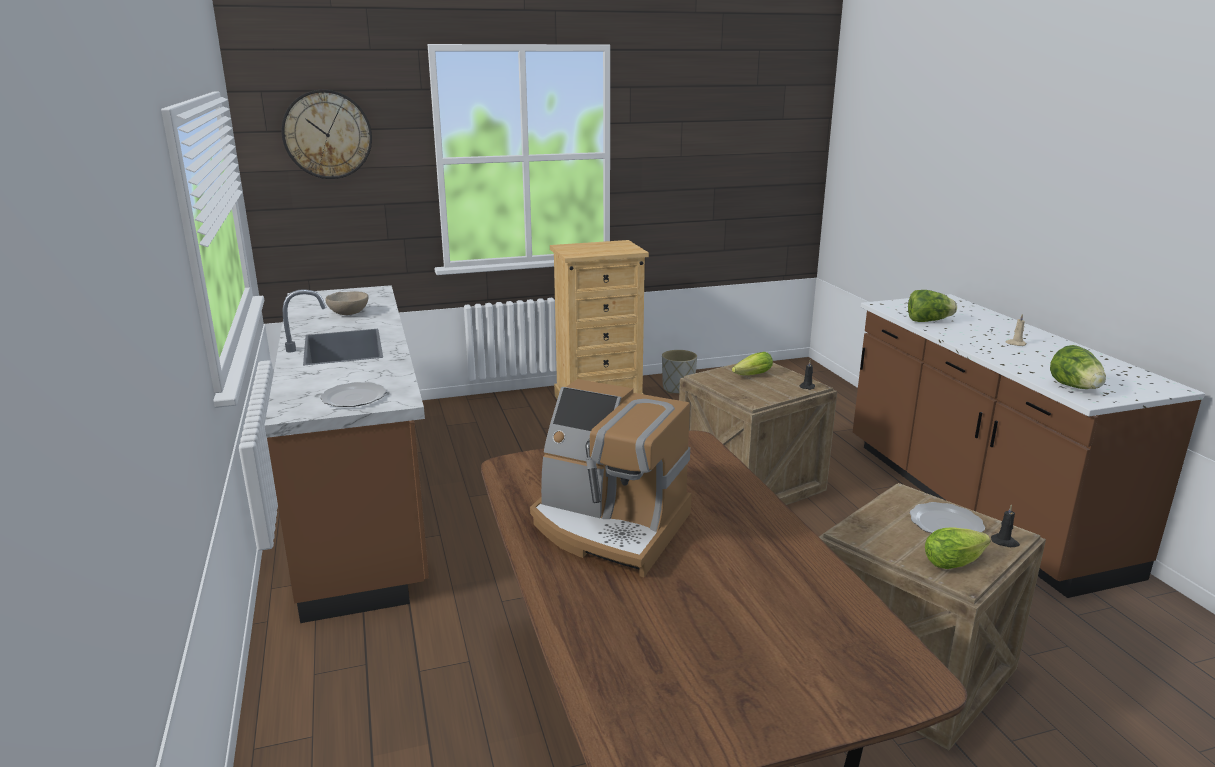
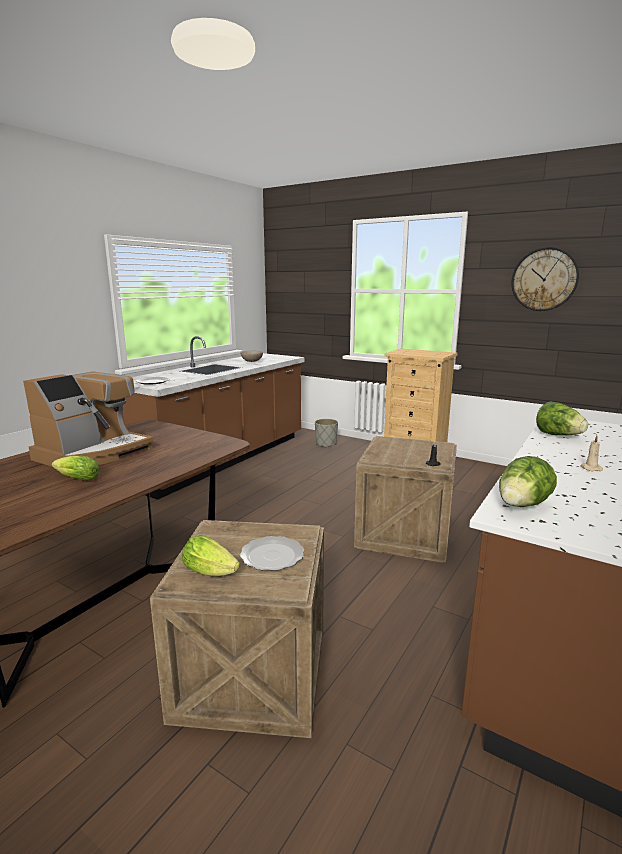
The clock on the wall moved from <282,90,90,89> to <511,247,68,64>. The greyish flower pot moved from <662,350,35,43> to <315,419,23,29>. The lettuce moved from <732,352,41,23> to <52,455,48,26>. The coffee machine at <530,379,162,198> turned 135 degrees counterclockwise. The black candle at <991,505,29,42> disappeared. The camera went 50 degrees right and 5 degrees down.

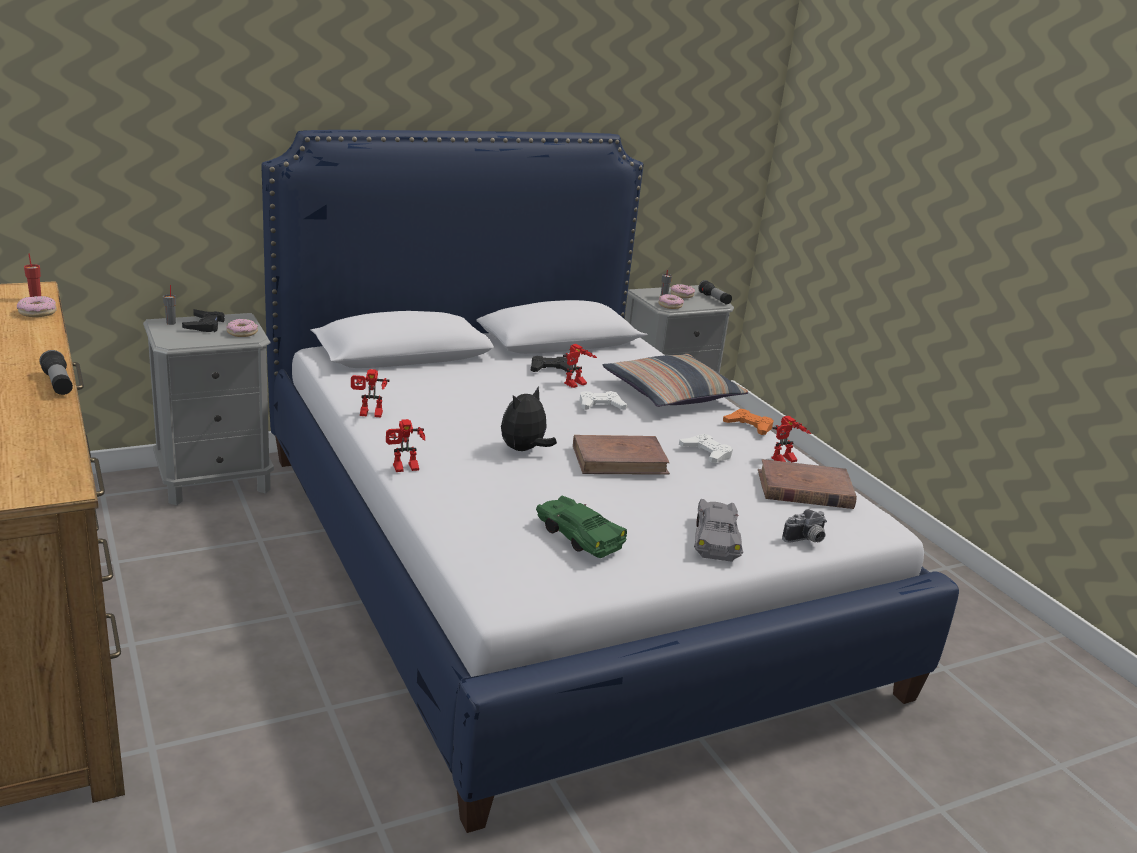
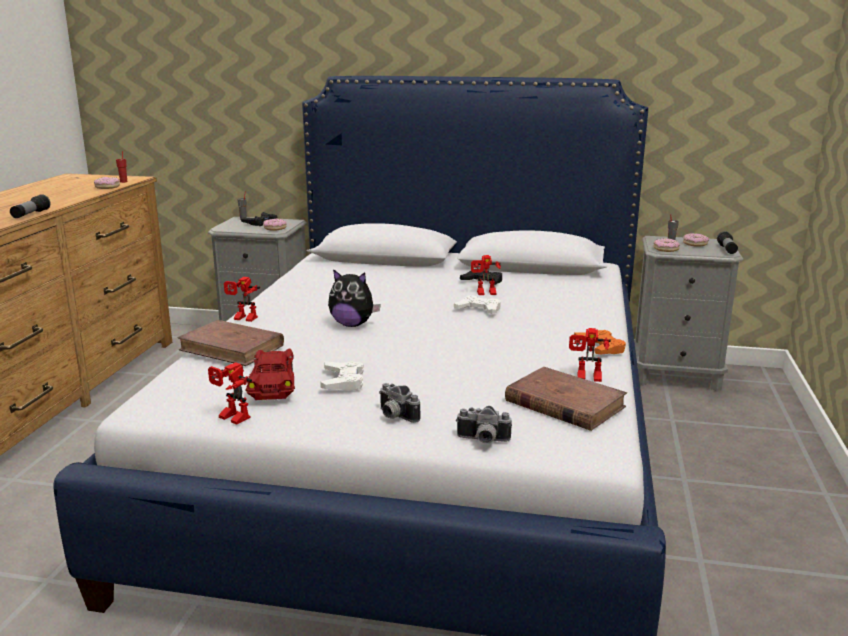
The throw pillow at <603,354,145,53> disappeared. The toy robot moved from <351,369,38,48> to <208,362,44,63>. The soft toy at <501,387,56,64> turned 150 degrees counterclockwise. The whitish gamepad moved from <679,434,54,29> to <320,361,44,29>. The brown volume moved from <573,435,97,40> to <177,320,107,46>. The greenish model car at <536,496,91,62> became the reddish model car at <245,349,50,51>. The greyish model car at <694,499,49,63> was replaced by the still camera at <379,383,41,40>. The camera went 40 degrees right and 5 degrees down.

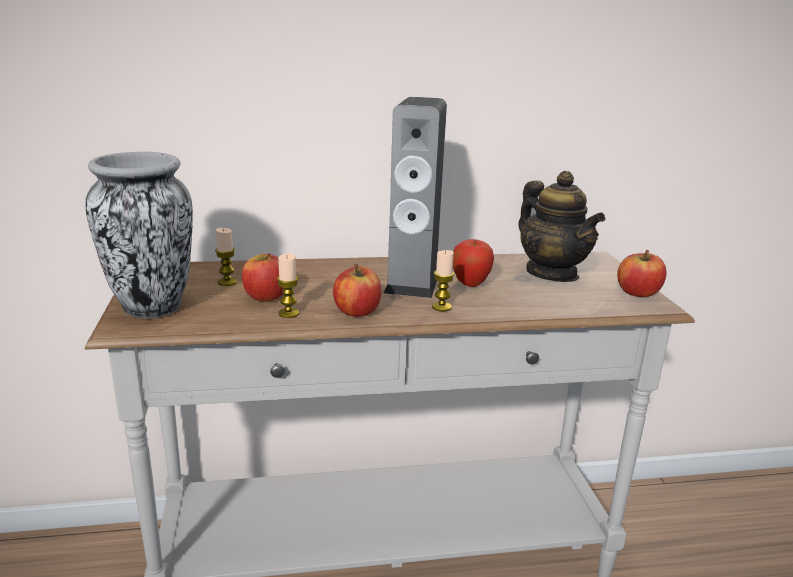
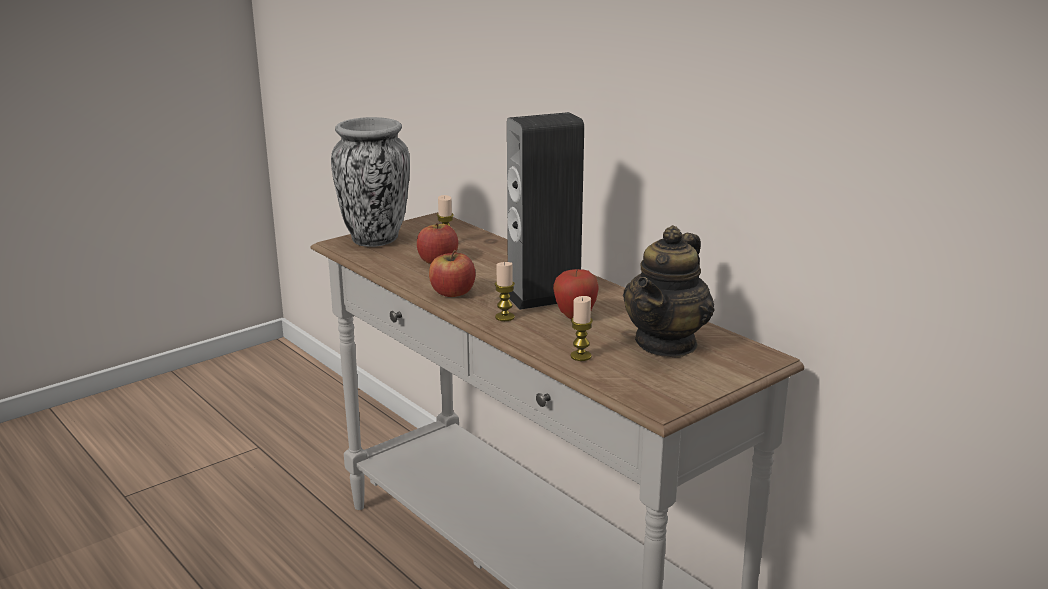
The whole apple at <617,250,50,47> disappeared. The candle moved from <277,253,22,65> to <570,296,23,65>. The camera went 60 degrees right and 0 degrees up.

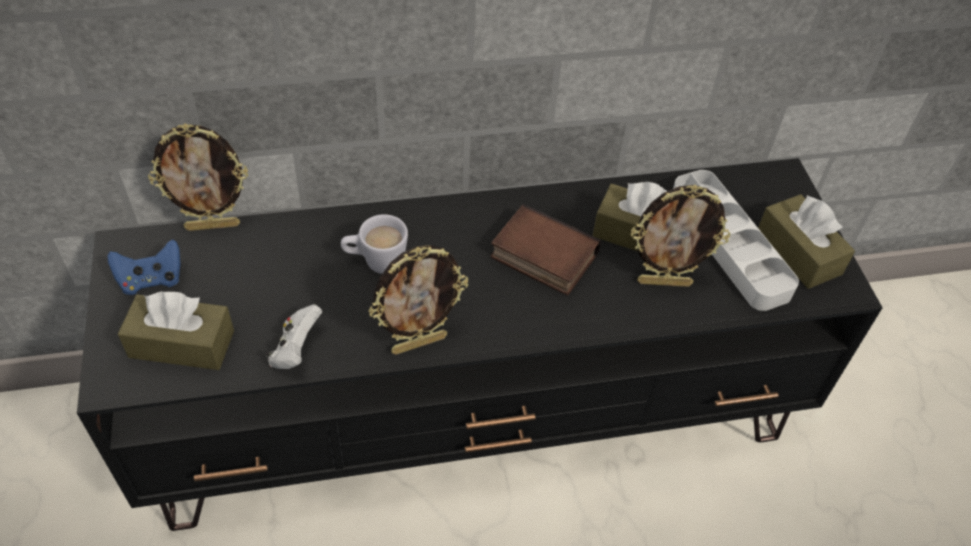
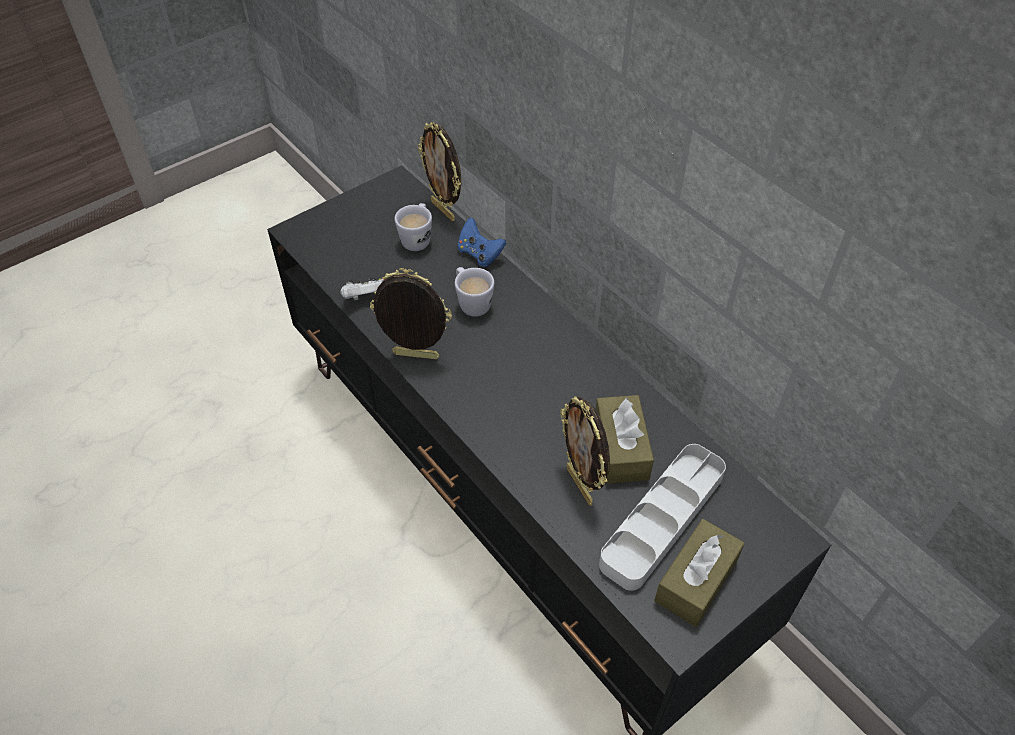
The volume at <490,204,110,91> disappeared. The bluish gamepad moved from <108,239,73,56> to <458,218,48,49>. The picture frame at <368,245,101,110> turned 150 degrees clockwise. The brown box of tissues at <118,291,116,79> disappeared. The whitish coffee mug at <395,203,37,48> appeared. The camera went 65 degrees right and 0 degrees up.

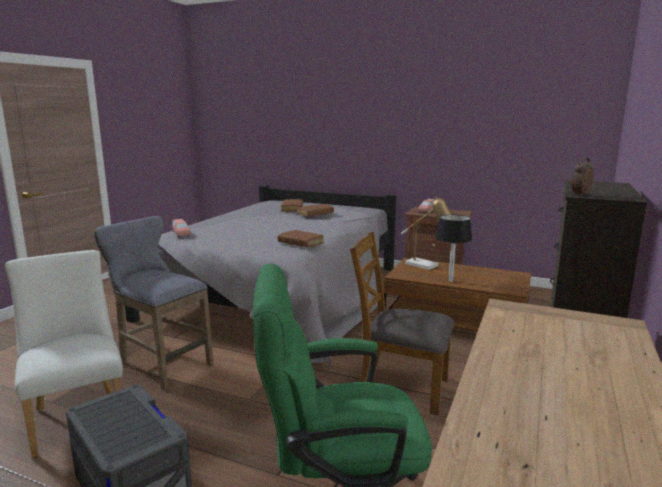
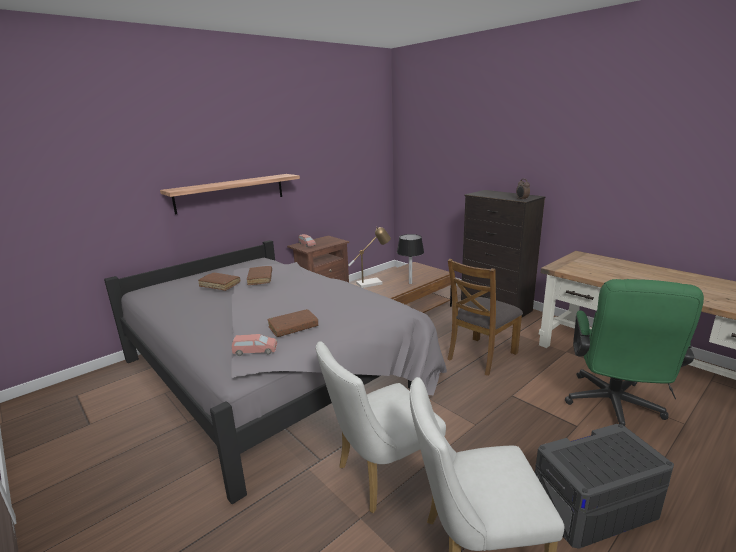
The greyish sitting stool at <94,216,120,174> was replaced by the whitish chair at <316,341,130,172>. The brown volume moved from <277,230,47,17> to <267,309,51,28>. The bracket shelf at <160,174,140,41> appeared. The camera went 65 degrees left and 5 degrees up.

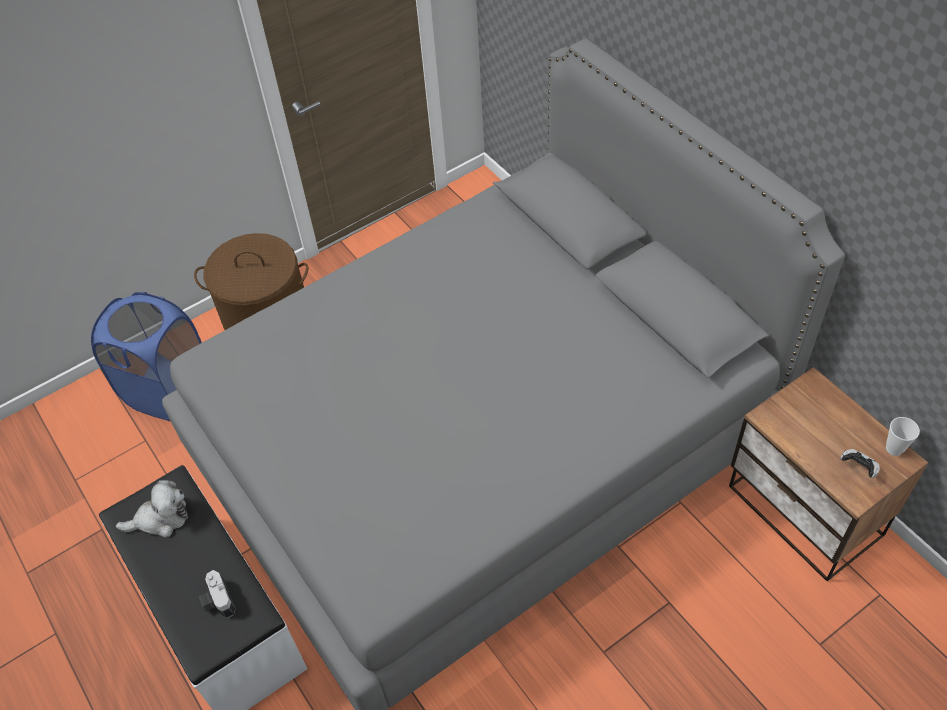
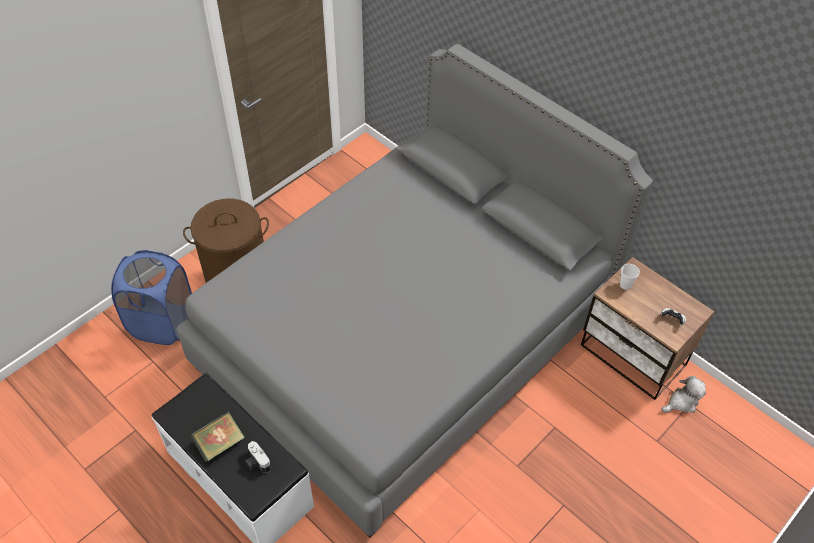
The cup moved from <886,417,34,39> to <620,264,20,26>. The soft toy moved from <116,480,72,58> to <661,376,45,37>. The volume at <190,412,55,50> appeared. The camera went 15 degrees left and 0 degrees up.

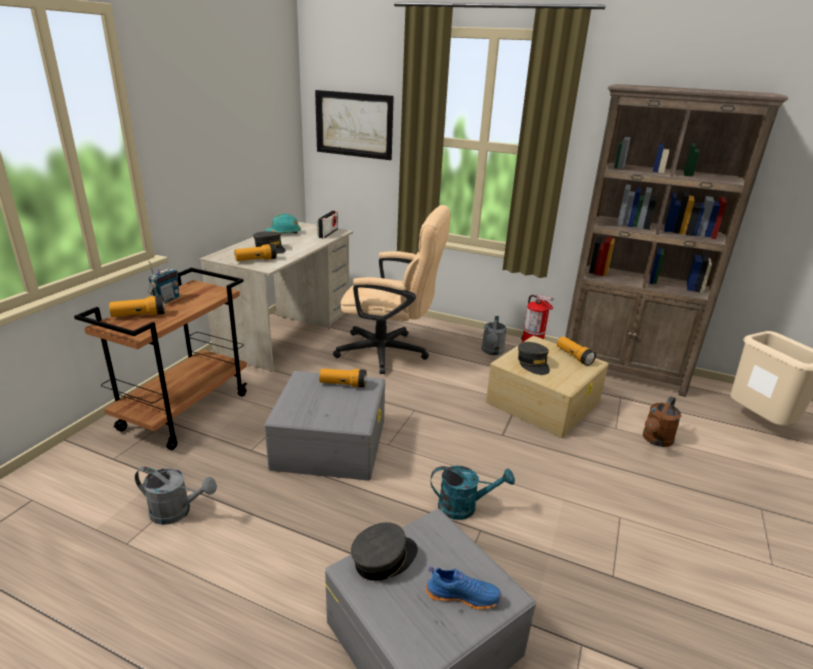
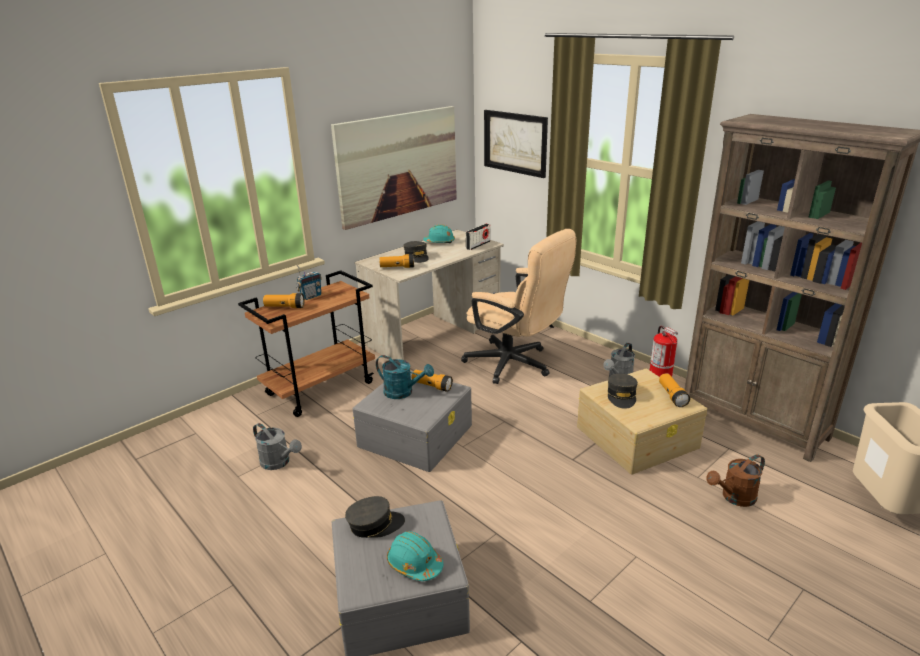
The turquoise watering can moved from <431,466,84,54> to <376,355,58,44>. The bluish low shoe at <426,567,76,43> was replaced by the turquoise safety helmet at <387,531,56,50>. The wall picture at <331,106,126,124> appeared. The camera went 25 degrees right and 0 degrees up.

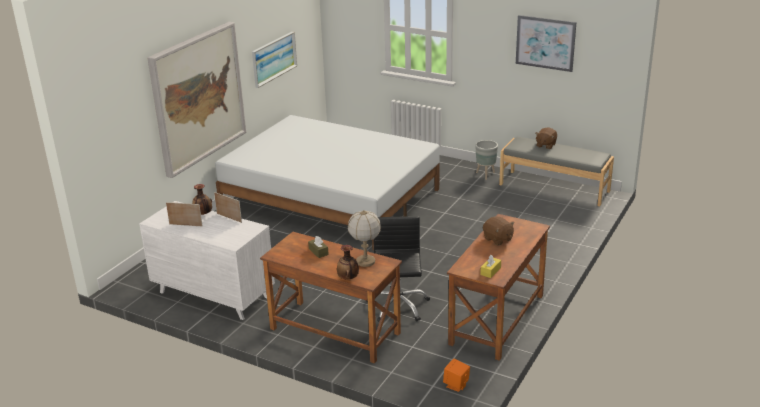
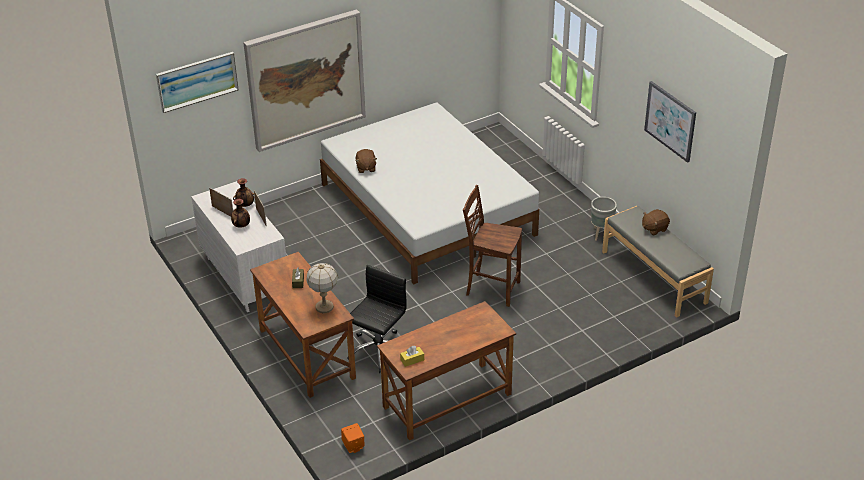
The wall picture moved from <252,32,45,56> to <156,52,83,61>. The brown soft toy moved from <483,216,31,30> to <356,149,21,24>. The vase moved from <337,245,22,35> to <231,199,19,29>. The brown chair at <463,185,59,122> appeared. The camera went 30 degrees right and 10 degrees up.

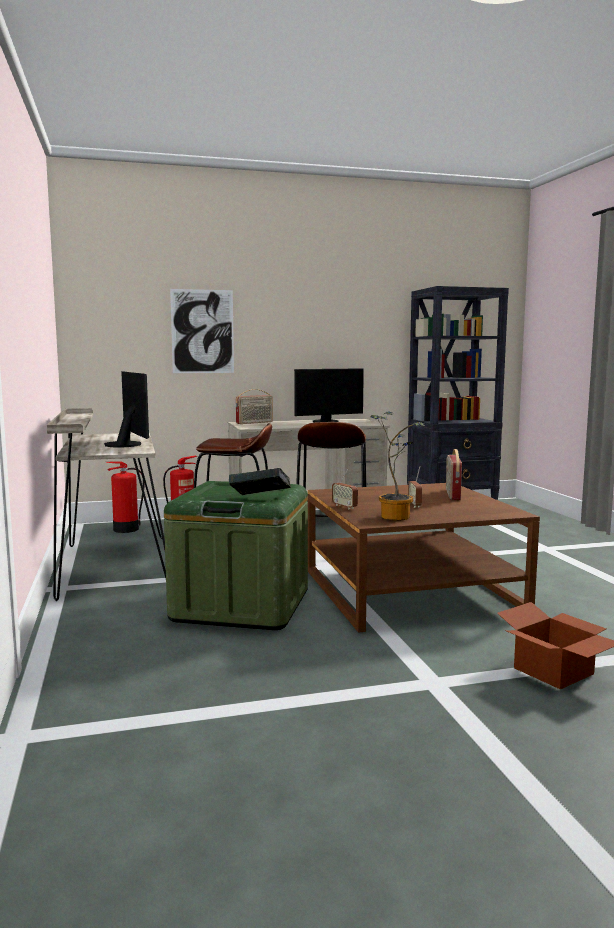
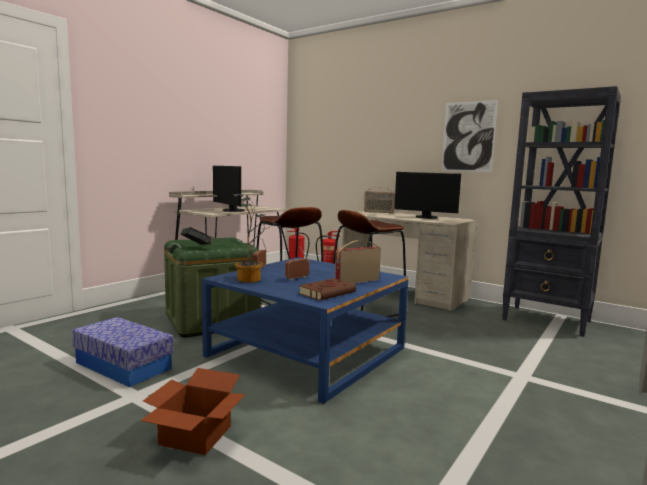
The wall picture moved from <170,289,64,84> to <441,100,57,72>. The monitor at <104,371,45,76> turned 120 degrees clockwise. The brown lounge table at <308,483,232,150> became the bluish lounge table at <202,257,207,147>. The brown volume at <299,278,57,22> appeared. The storage bin at <72,317,102,70> appeared. The camera went 50 degrees right and 0 degrees up.

